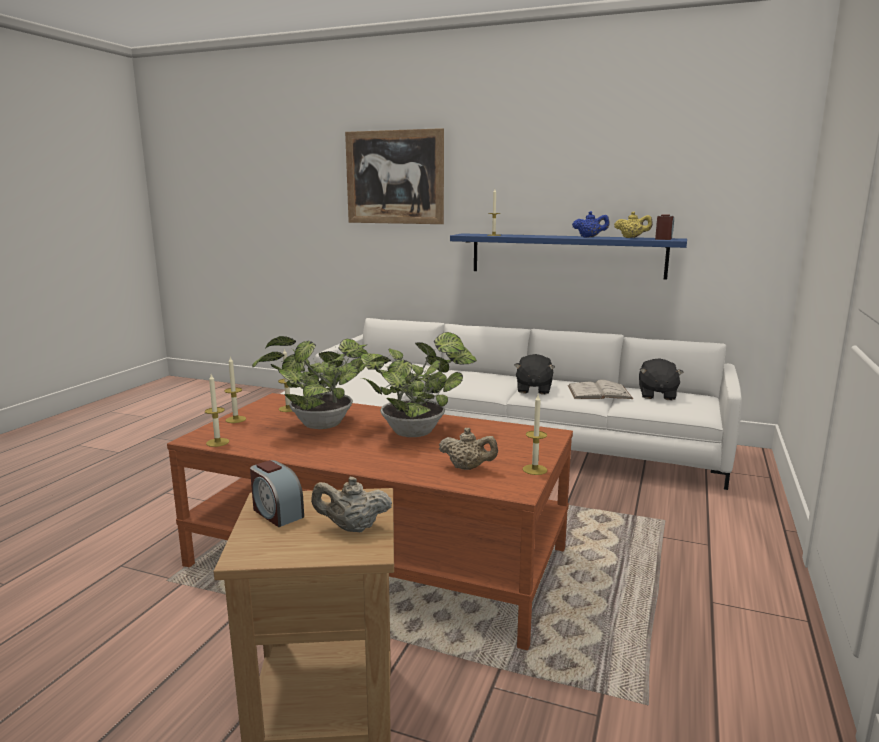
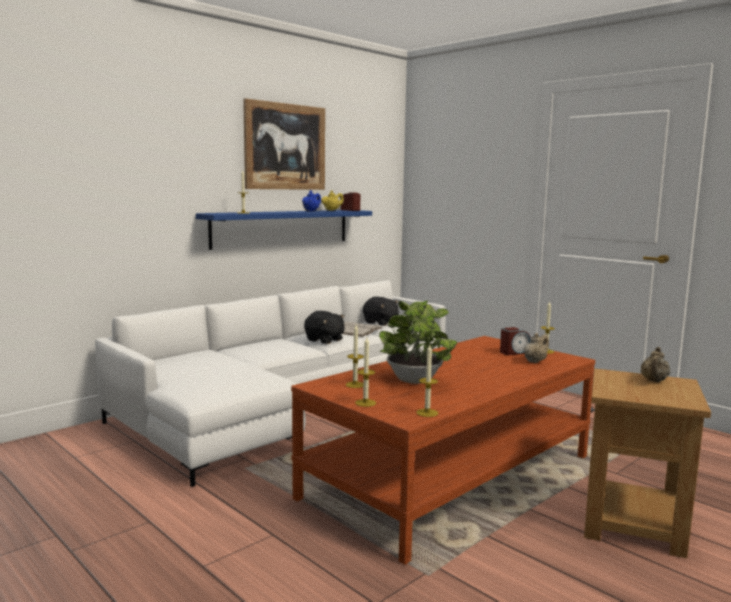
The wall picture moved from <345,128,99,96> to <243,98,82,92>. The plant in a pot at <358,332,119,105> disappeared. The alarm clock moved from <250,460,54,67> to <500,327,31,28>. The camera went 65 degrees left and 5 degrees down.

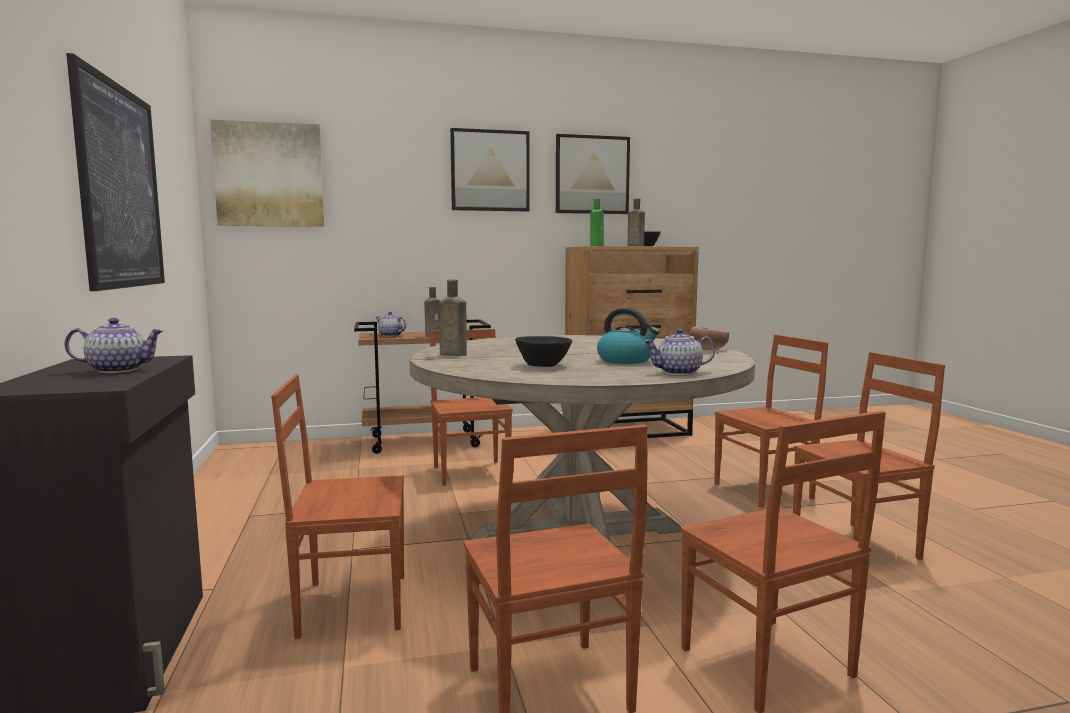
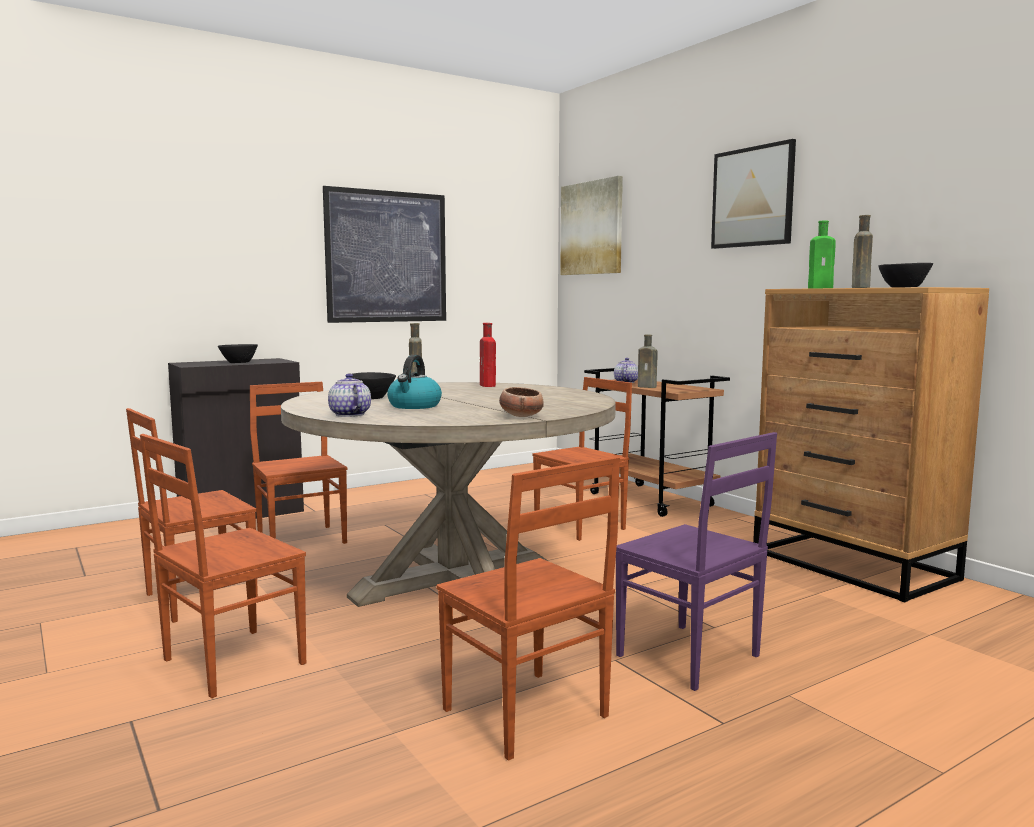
The wall picture at <556,134,74,80> disappeared. The pot for tea at <65,318,98,55> was replaced by the black serving bowl at <218,344,40,19>. The brown chair at <714,334,114,174> became the purplish chair at <616,432,161,259>. The reddish beverage bottle at <480,323,16,64> appeared. The camera went 70 degrees right and 0 degrees up.

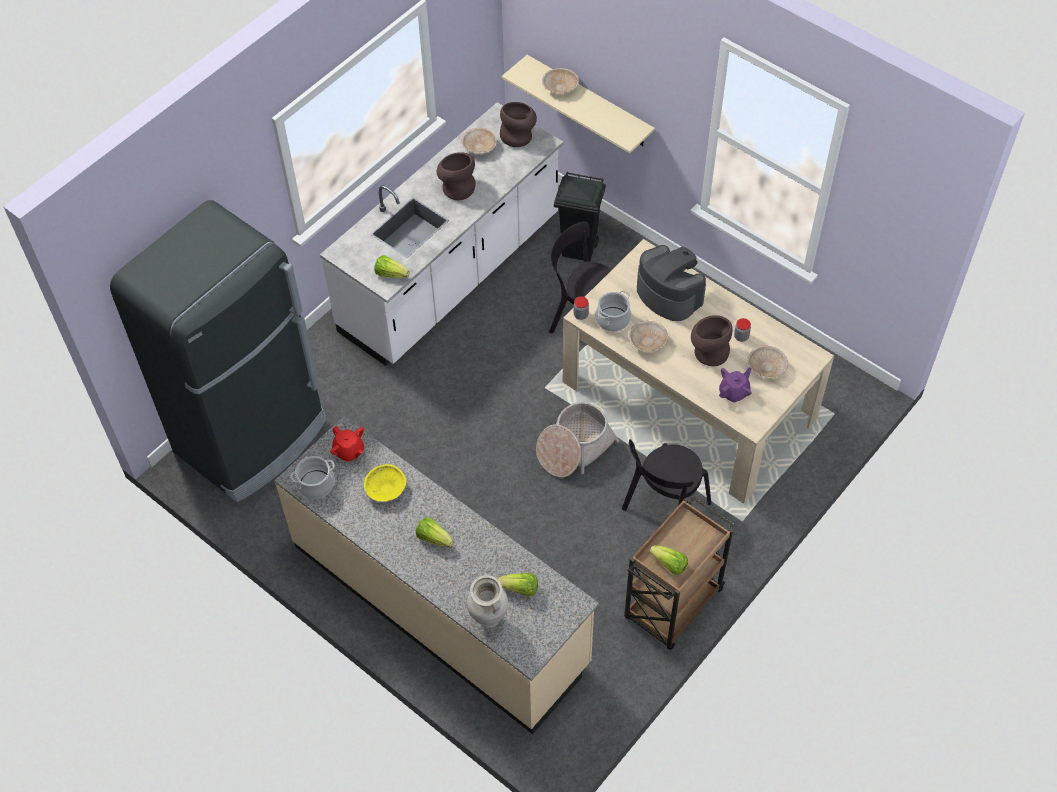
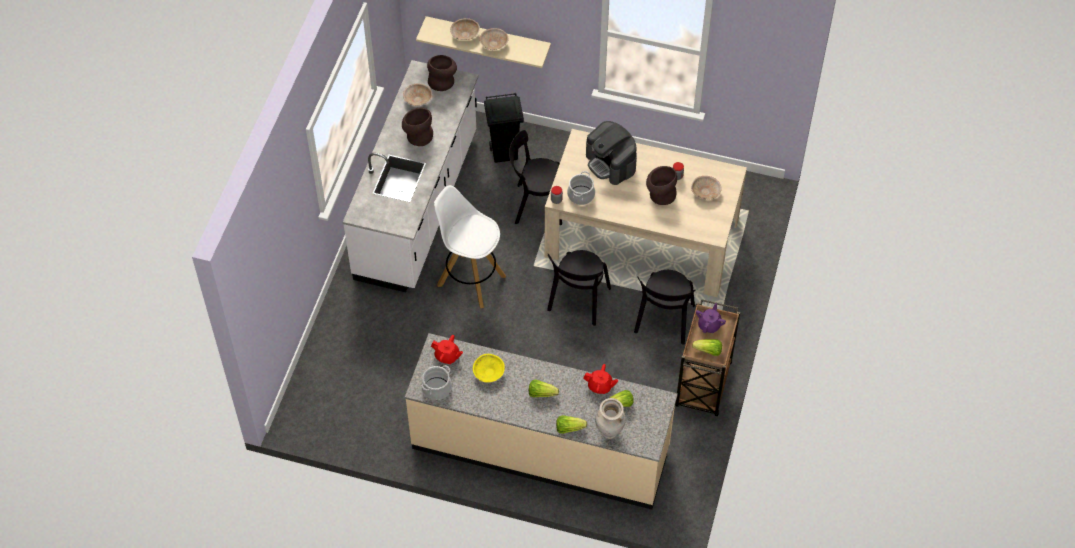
The black kitchen fridge at <110,200,216,302> disappeared. The coffee machine at <637,245,69,76> turned 150 degrees counterclockwise. The lettuce moved from <374,255,36,23> to <556,415,31,19>. The beige serving bowl moved from <629,321,39,30> to <479,28,30,22>. The purplish pot for tea moved from <719,367,33,36> to <696,303,30,30>. The basket at <536,402,83,75> was replaced by the black chair at <547,250,64,76>. The whitish sitting stool at <434,185,72,123> appeared. The reddish pot for tea at <583,364,35,30> appeared. The camera went 25 degrees left and 0 degrees up.

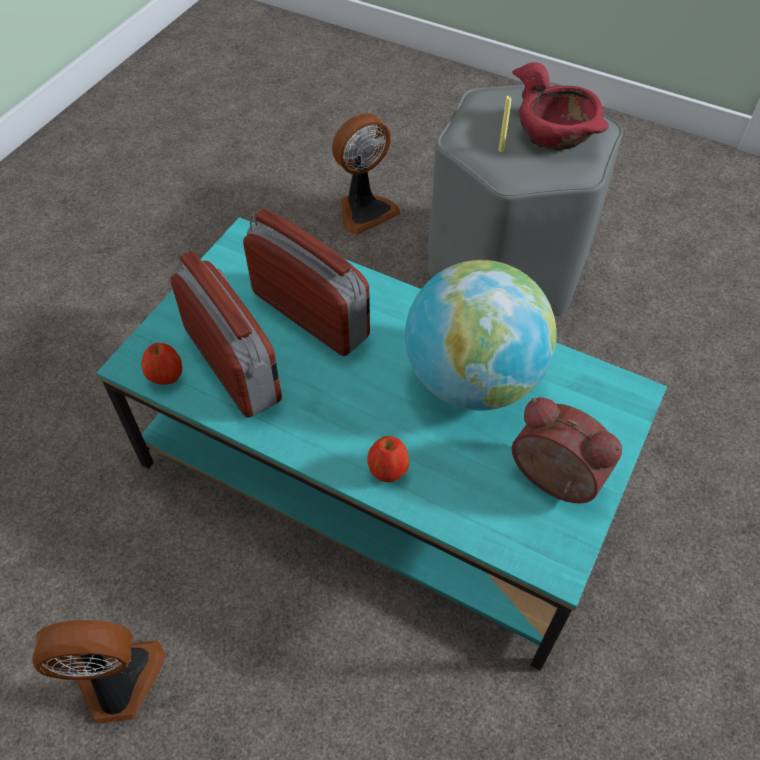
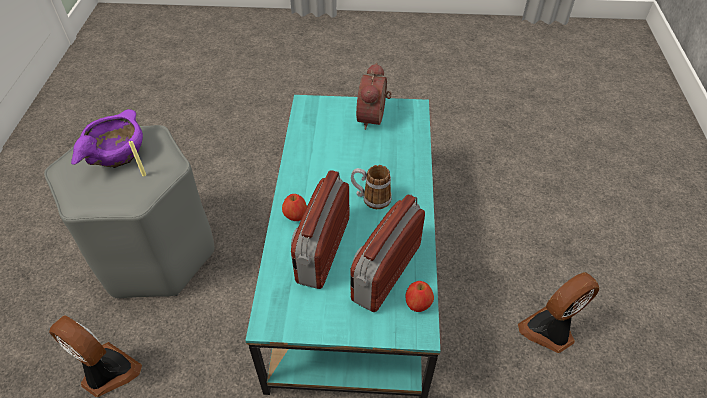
The reddish serving bowl at <512,62,97,88> became the purplish serving bowl at <71,109,72,59>. The desk globe at <405,260,152,151> disappeared. The whole apple moved from <367,436,42,46> to <282,194,25,27>. The cooling fan at <33,620,132,103> turned 90 degrees clockwise. The coffee mug at <351,165,41,44> appeared. The camera went 115 degrees left and 5 degrees down.

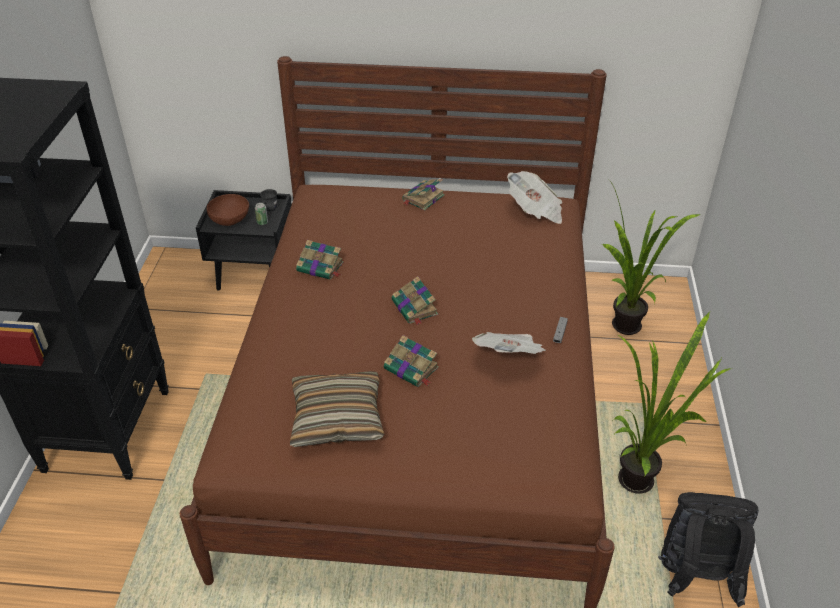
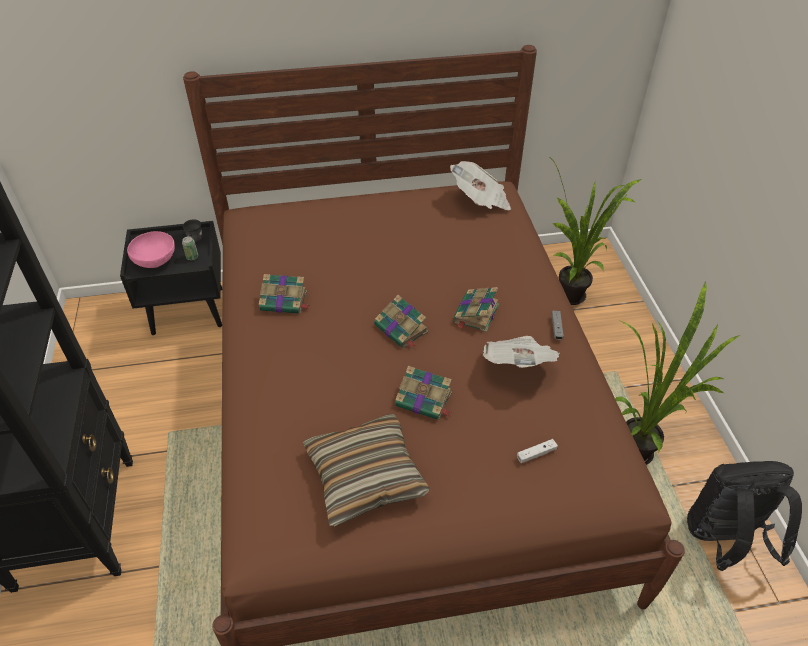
The volume moved from <402,179,43,32> to <453,287,46,45>. The brown serving bowl at <207,194,42,32> became the pink serving bowl at <127,231,48,37>. The whitish gamepad at <517,439,41,24> appeared. The camera went 15 degrees left and 5 degrees up.

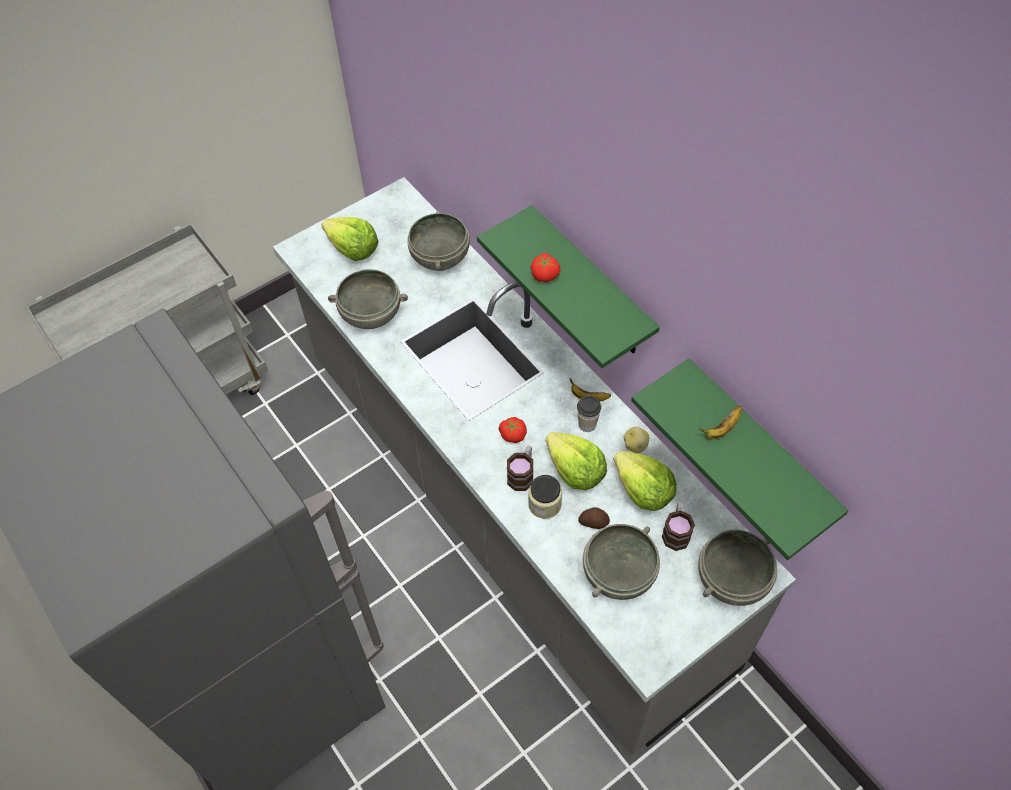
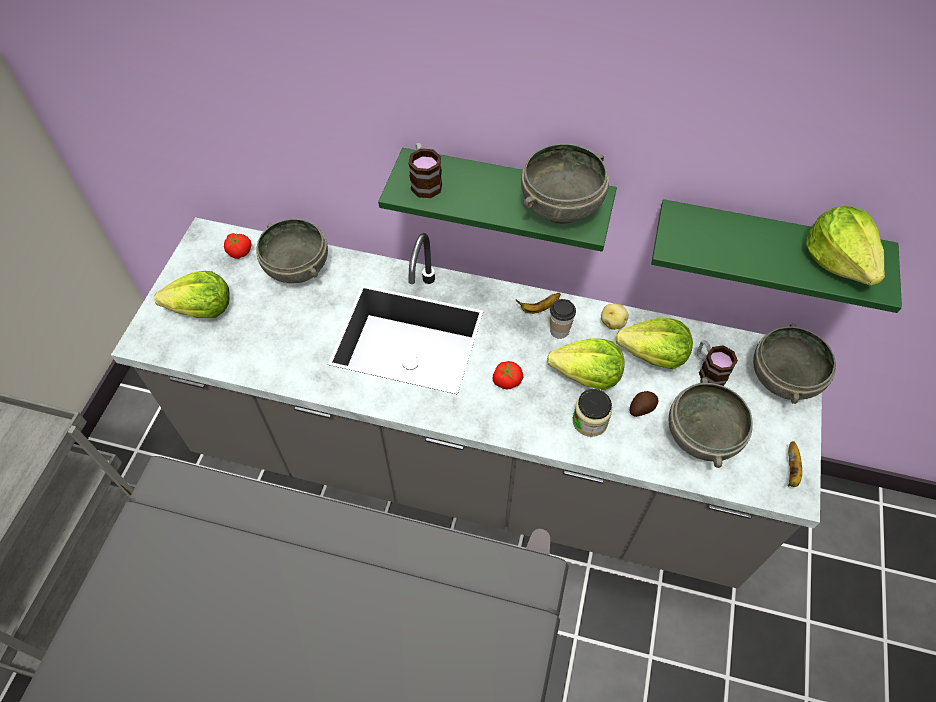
The fresh tomato moved from <531,253,29,29> to <224,233,28,26>. The greyish serving bowl moved from <328,269,80,60> to <521,144,88,80>. The banana fruit moved from <699,406,43,33> to <788,441,14,46>. The coffee mug moved from <507,445,26,46> to <408,143,34,55>. The lettuce at <806,206,79,80> appeared. The camera went 40 degrees left and 0 degrees up.

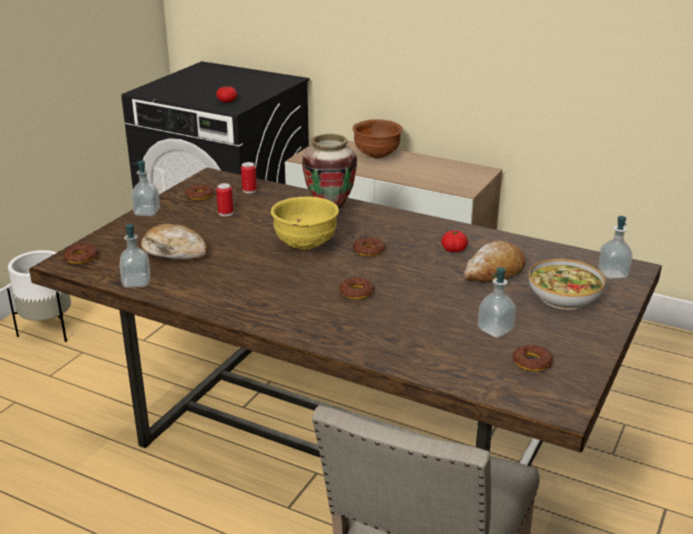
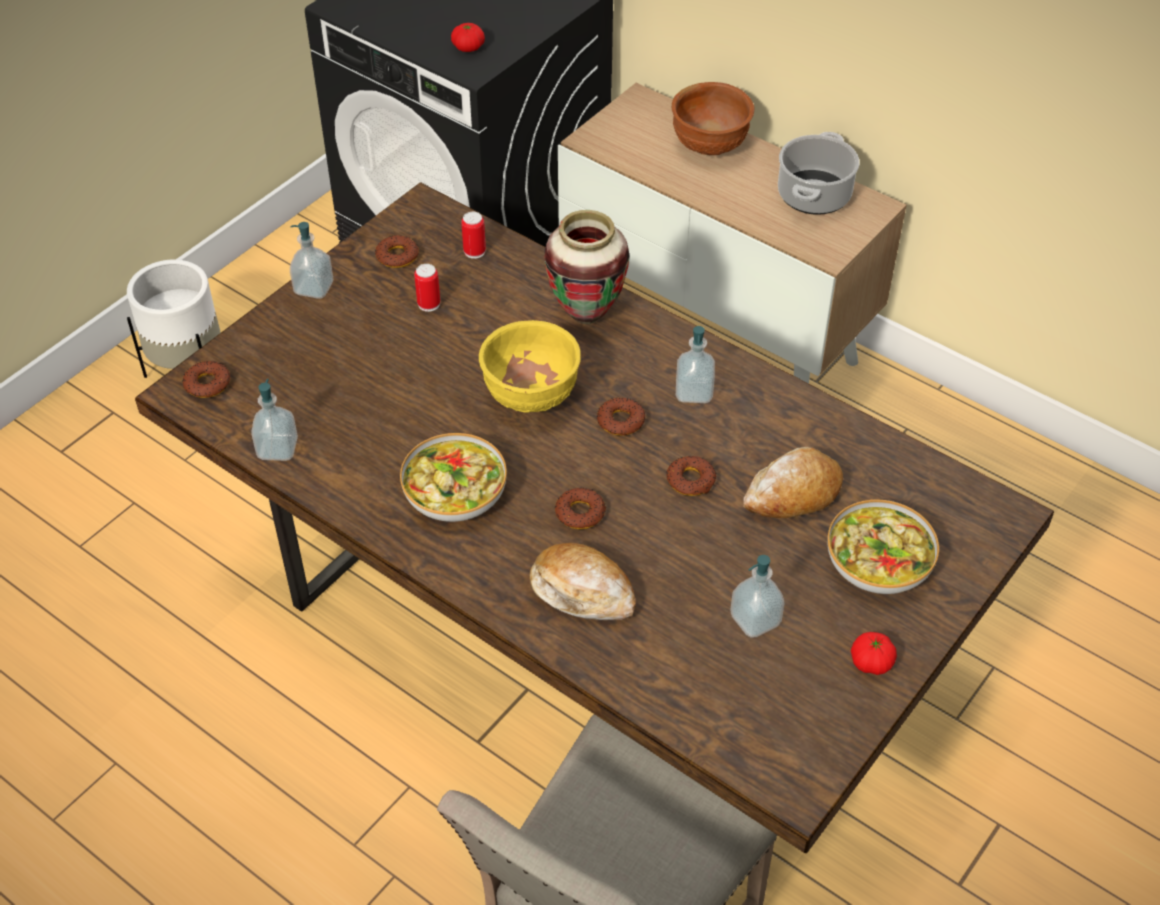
The soap dispenser moved from <598,216,34,63> to <676,326,39,77>. The bread moved from <141,224,66,36> to <529,543,107,77>. The fresh tomato moved from <441,231,27,21> to <851,632,46,43>. The doughnut moved from <512,345,41,27> to <666,456,50,40>. The stockpot at <778,132,82,83> appeared. The serving bowl at <400,433,107,89> appeared. The camera went 10 degrees right and 20 degrees up.

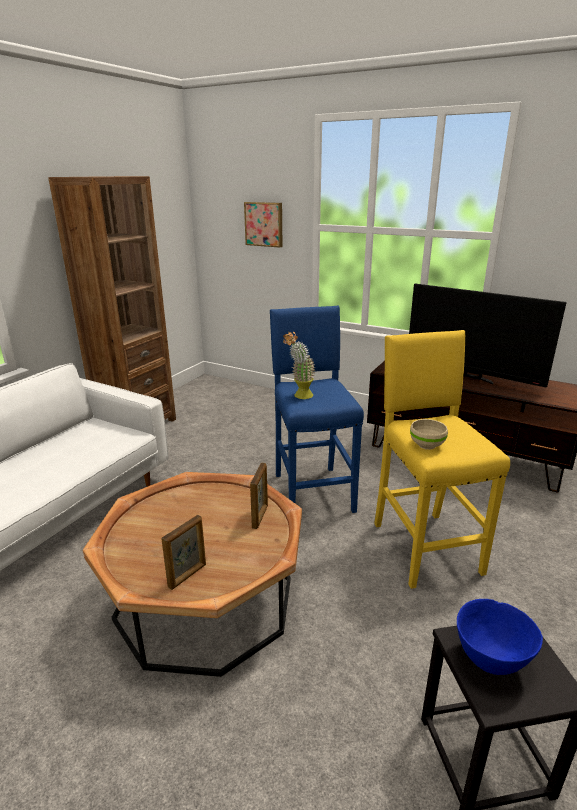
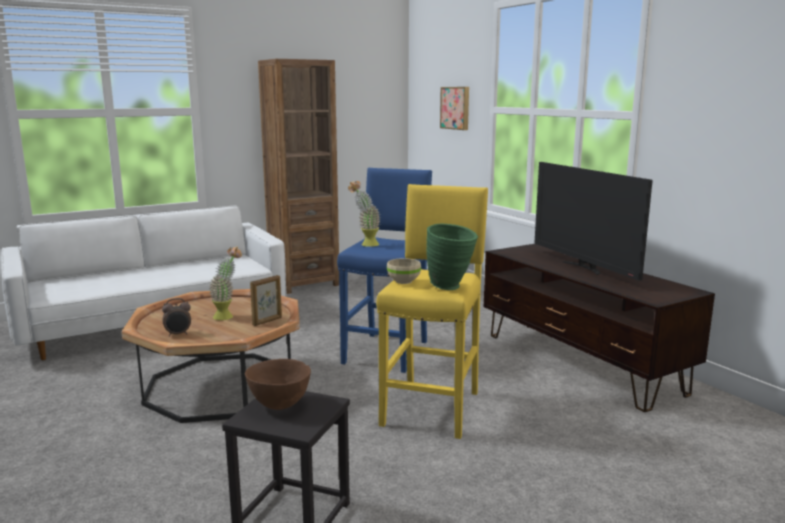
The picture frame at <162,515,44,75> was replaced by the alarm clock at <162,298,29,39>. The bluish serving bowl at <457,599,86,76> became the brown serving bowl at <245,359,66,51>. The greenish vase at <426,224,52,66> appeared. The plant in a pot at <209,246,33,74> appeared. The camera went 30 degrees right and 10 degrees down.

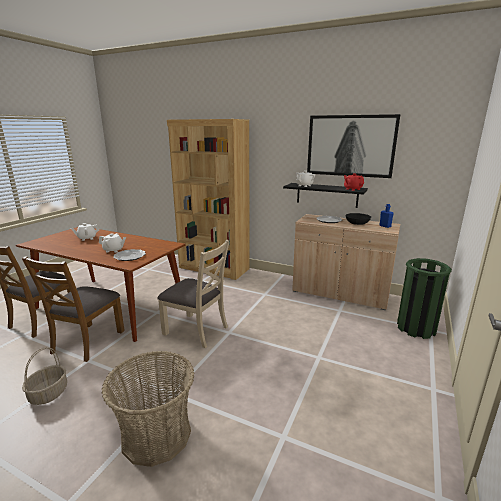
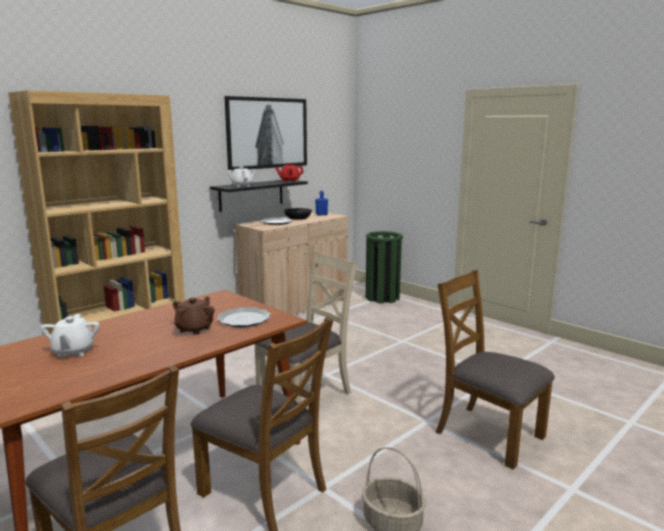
The whitish pot for tea at <99,233,27,20> became the brown pot for tea at <173,297,42,38>. The basket at <101,351,93,116> was replaced by the brown chair at <436,270,119,200>. The camera went 70 degrees left and 5 degrees down.

